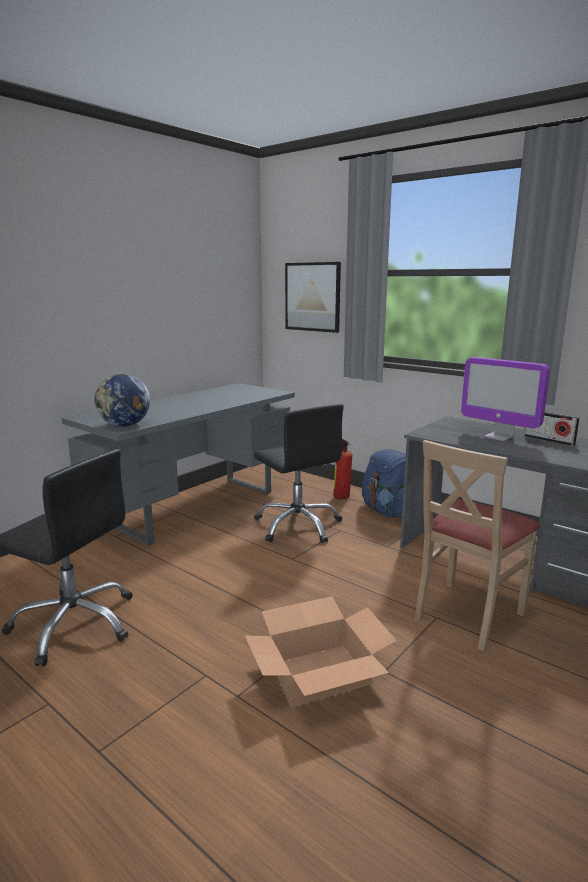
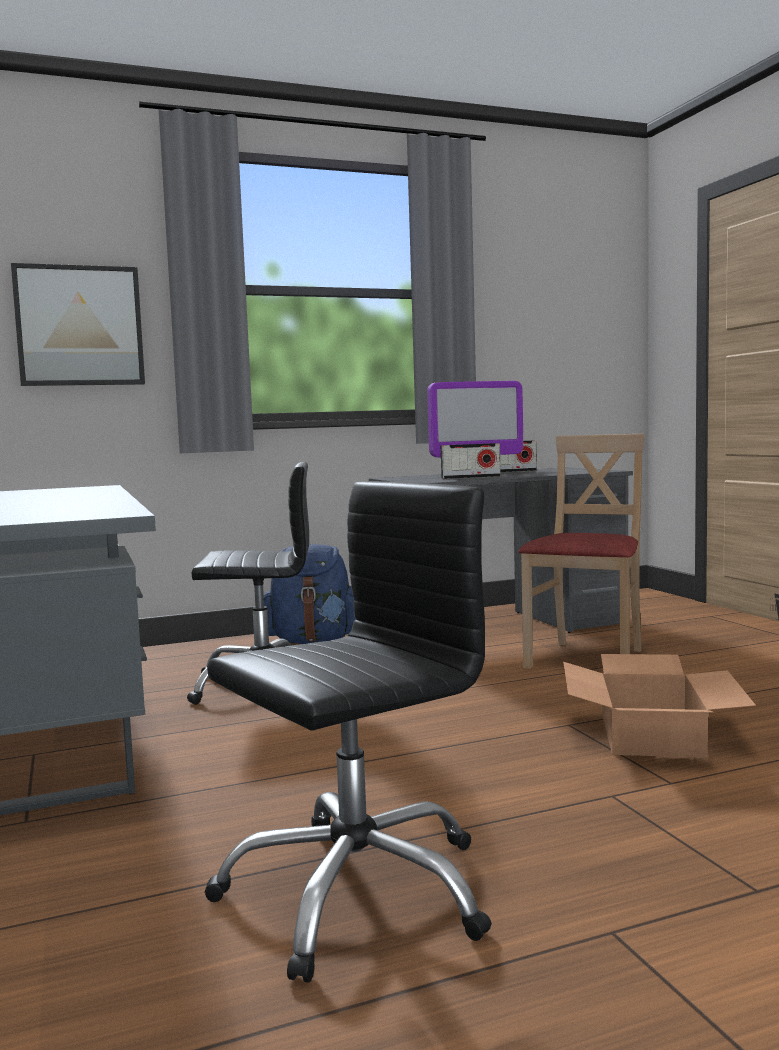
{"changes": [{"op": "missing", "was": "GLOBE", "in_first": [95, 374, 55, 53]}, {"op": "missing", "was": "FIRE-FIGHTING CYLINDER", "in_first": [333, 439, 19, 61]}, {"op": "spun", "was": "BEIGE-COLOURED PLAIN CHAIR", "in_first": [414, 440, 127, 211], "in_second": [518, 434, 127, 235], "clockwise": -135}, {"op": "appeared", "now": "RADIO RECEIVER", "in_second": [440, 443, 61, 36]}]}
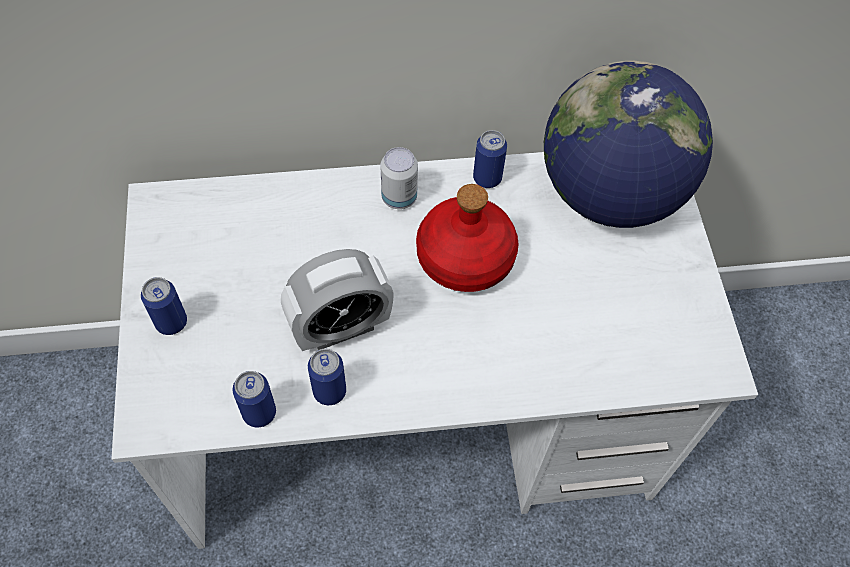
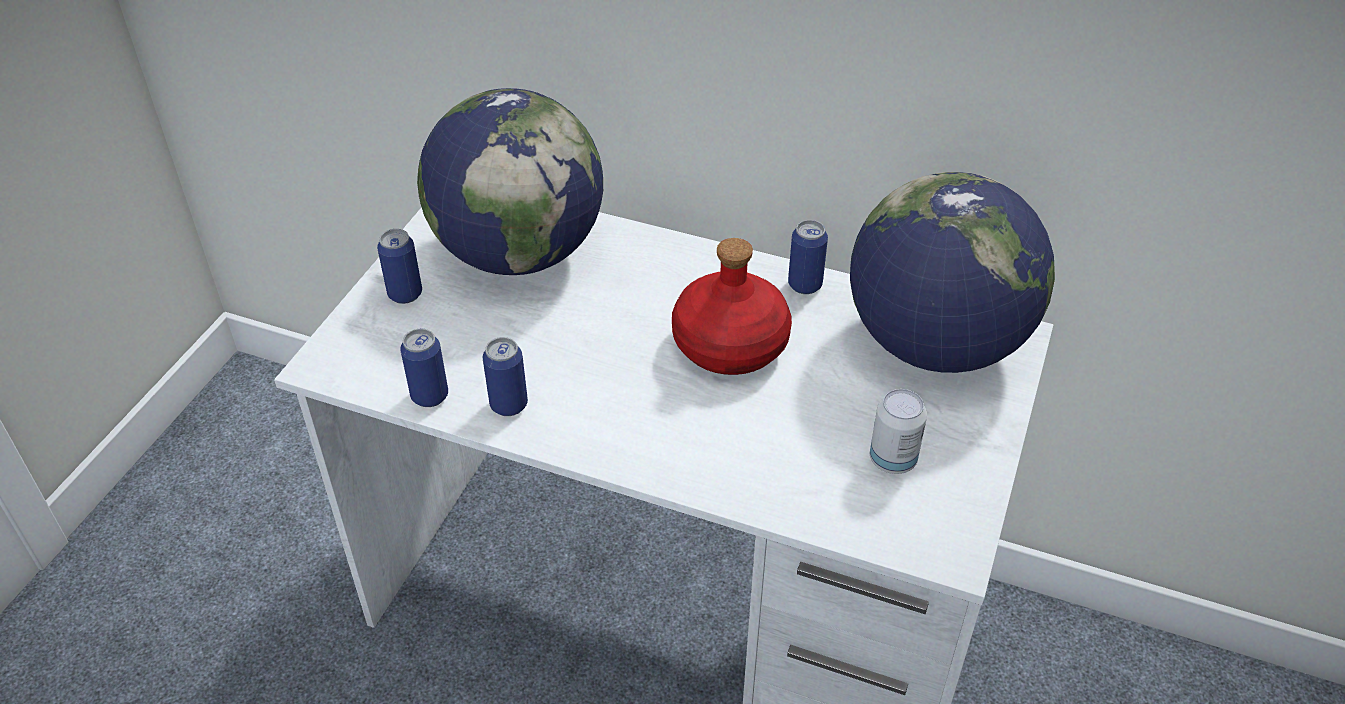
{"changes": [{"op": "relocated", "was": "SEALED CAN", "in_first": [380, 147, 38, 62], "in_second": [870, 389, 57, 85]}, {"op": "missing", "was": "ALARM CLOCK", "in_first": [281, 249, 113, 102]}, {"op": "appeared", "now": "GLOBE", "in_second": [417, 88, 186, 187]}]}
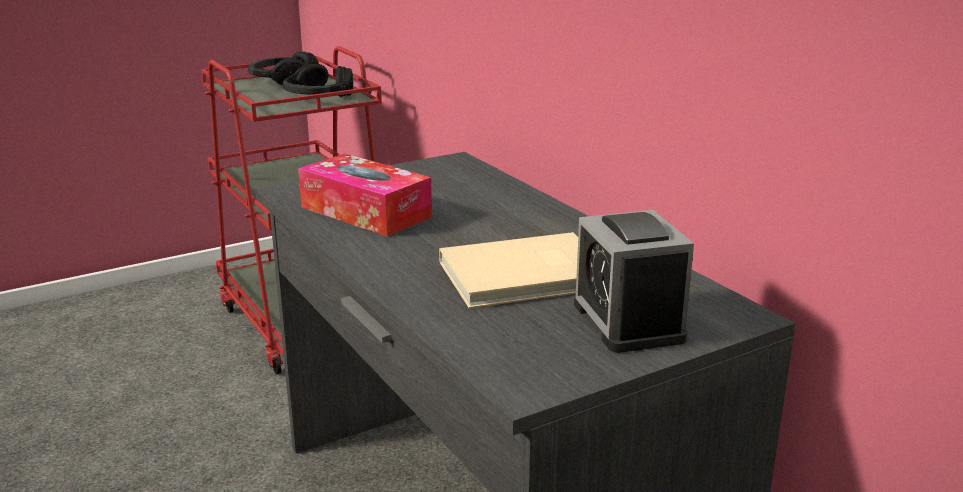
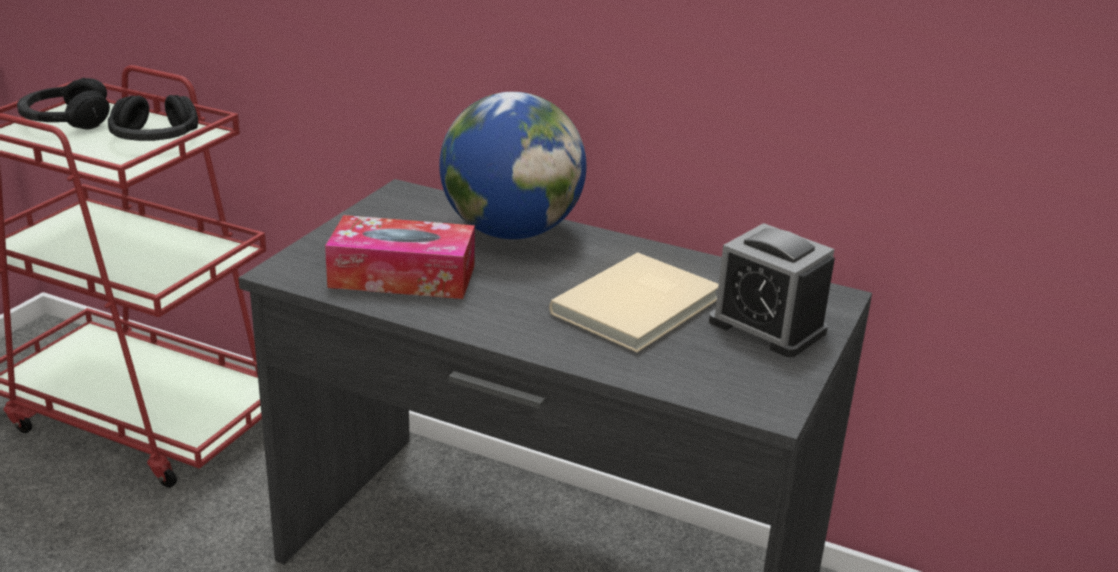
{"changes": [{"op": "appeared", "now": "GLOBE", "in_second": [439, 92, 147, 147]}]}
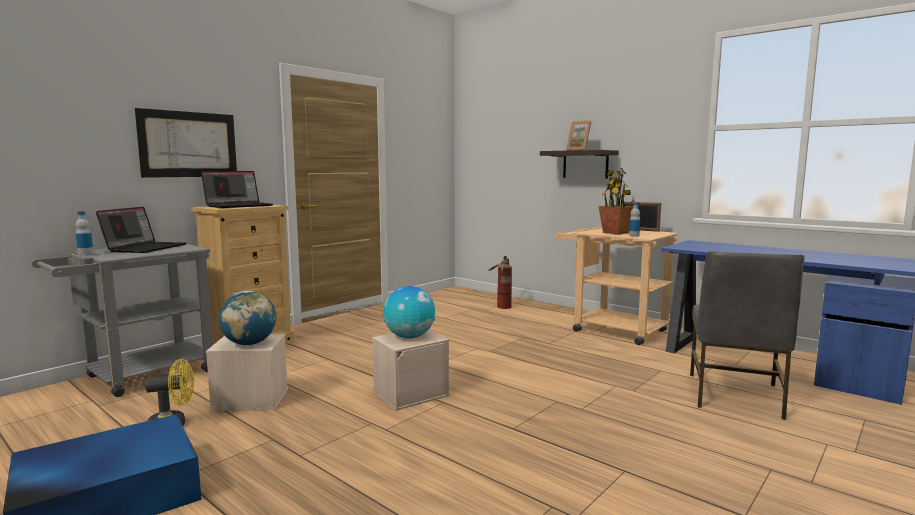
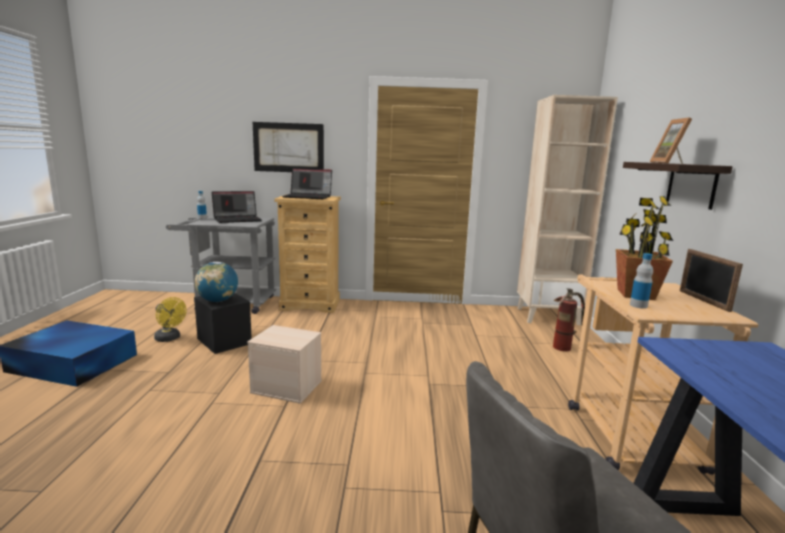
{"changes": [{"op": "missing", "was": "GLOBE", "in_first": [383, 286, 52, 52]}, {"op": "colour", "was": "BEIGE-COLOURED STORAGE BIN", "now": "BLACK STORAGE BIN", "in_first": [206, 334, 82, 77], "in_second": [194, 293, 58, 61]}, {"op": "appeared", "now": "BEIGE-COLOURED BOOKCASE", "in_second": [517, 95, 101, 230]}]}
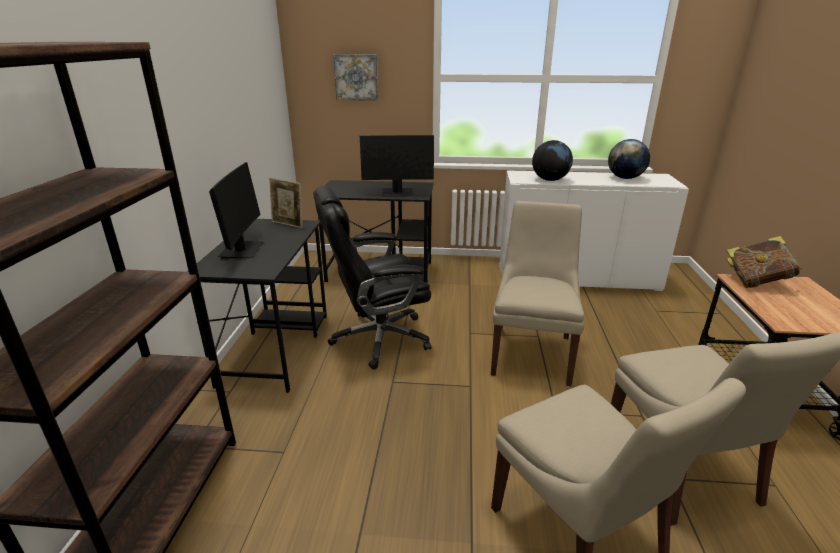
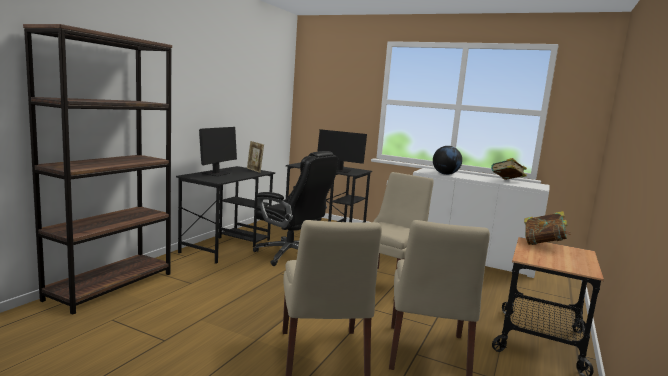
{"changes": [{"op": "missing", "was": "WALL PICTURE", "in_first": [333, 54, 45, 47]}, {"op": "exchanged", "was": "GLOBE", "now": "BOUND BOOK", "in_first": [608, 139, 42, 40], "in_second": [491, 158, 36, 22]}, {"op": "spun", "was": "BLACK COMPUTER CHAIR", "in_first": [313, 186, 118, 184], "in_second": [253, 151, 85, 115], "clockwise": -150}]}
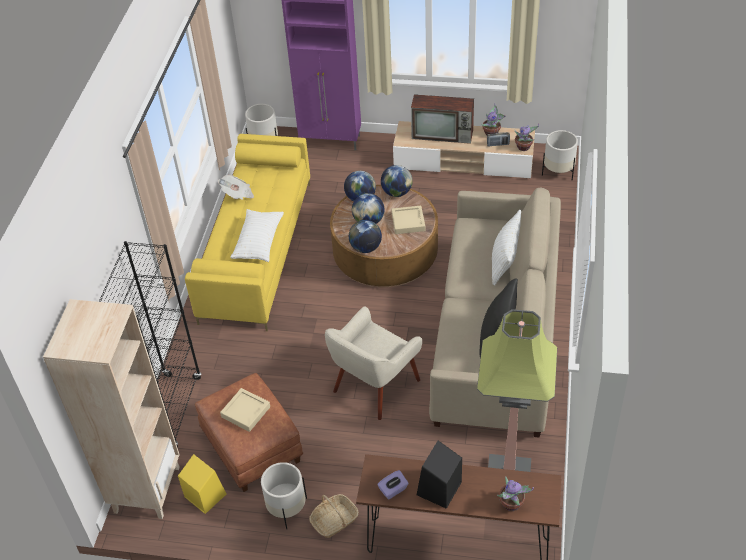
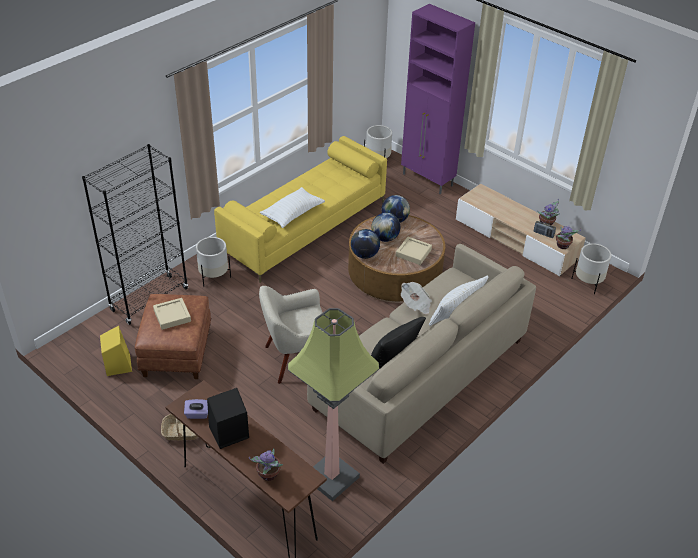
{"changes": [{"op": "missing", "was": "TV", "in_first": [411, 94, 63, 50]}, {"op": "missing", "was": "GLOBE", "in_first": [381, 165, 32, 32]}, {"op": "relocated", "was": "PRINTED PAPER", "in_first": [218, 175, 36, 25], "in_second": [401, 282, 31, 33]}, {"op": "missing", "was": "BEIGE-COLOURED BOOKCASE", "in_first": [43, 299, 137, 220]}, {"op": "relocated", "was": "WHITE PLANTER", "in_first": [261, 462, 46, 67], "in_second": [196, 237, 35, 49]}]}
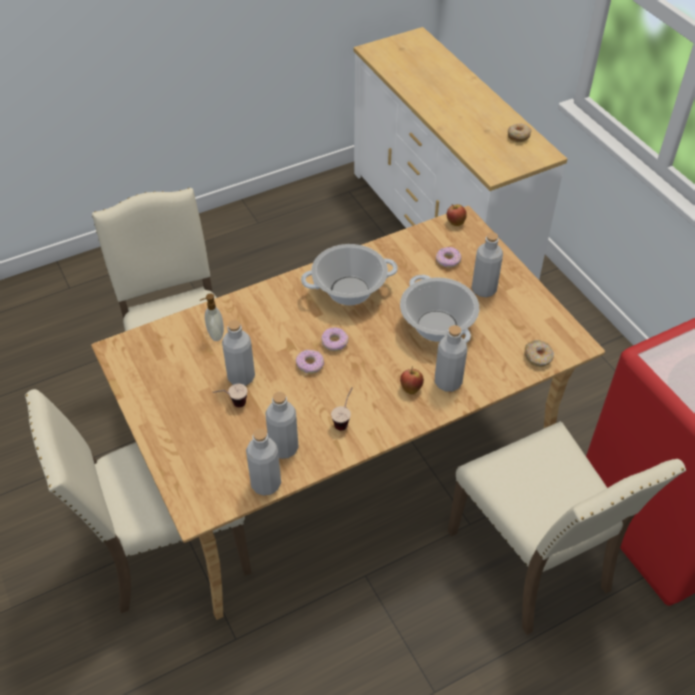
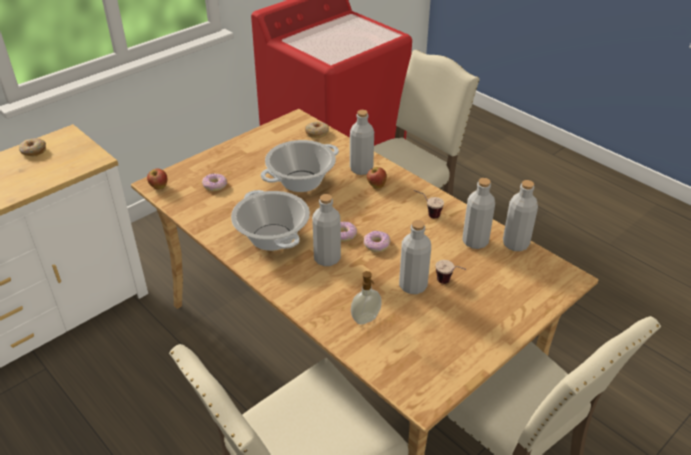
{"changes": [{"op": "relocated", "was": "GRAY BOTTLE", "in_first": [472, 232, 31, 65], "in_second": [312, 194, 29, 72]}]}
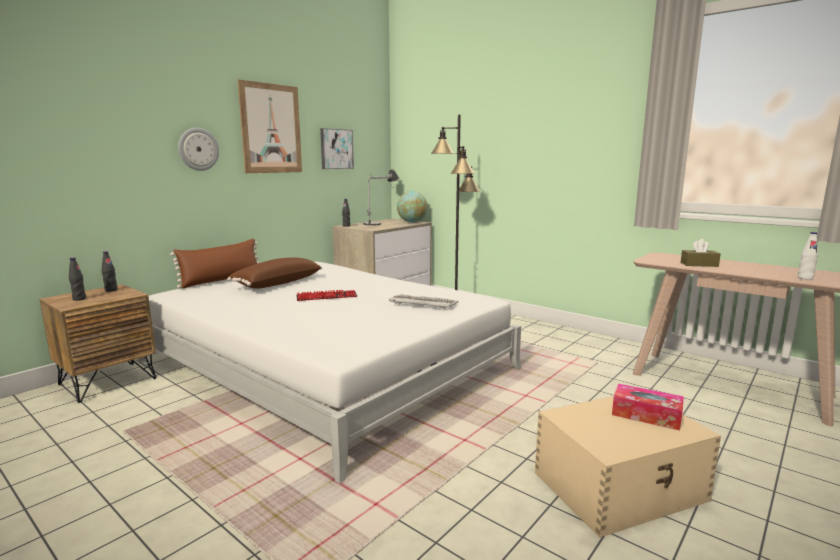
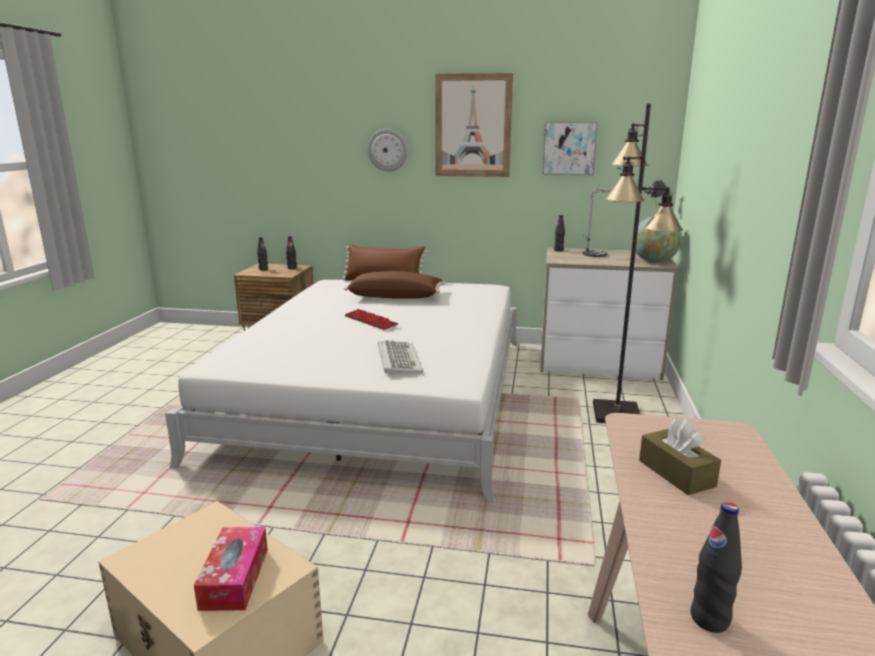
{"changes": [{"op": "colour", "was": "WHITE BOTTLE", "now": "BLACK BOTTLE", "in_first": [798, 232, 20, 48], "in_second": [690, 502, 52, 131]}]}
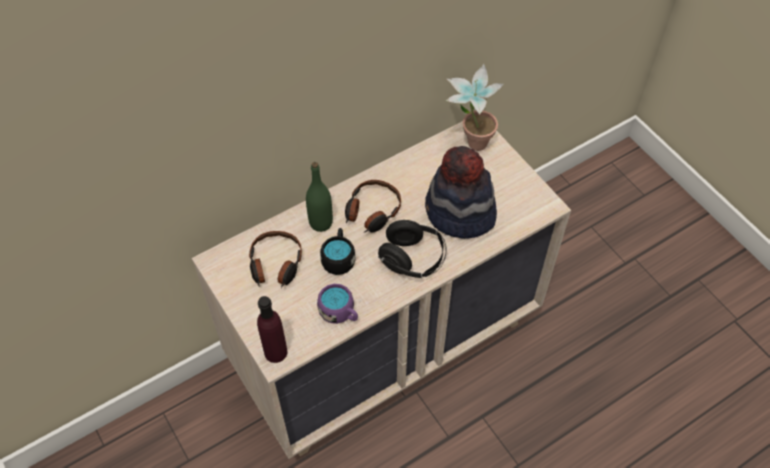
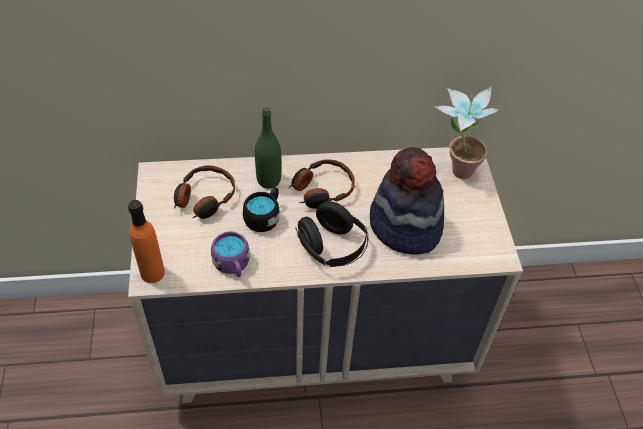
{"changes": [{"op": "colour", "was": "PURPLISH BOTTLE", "now": "ORANGEY BOTTLE", "in_first": [257, 296, 31, 67], "in_second": [128, 200, 37, 83]}]}
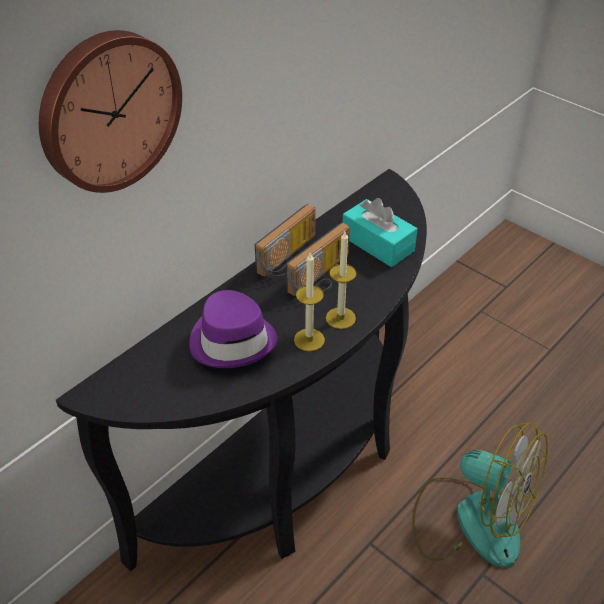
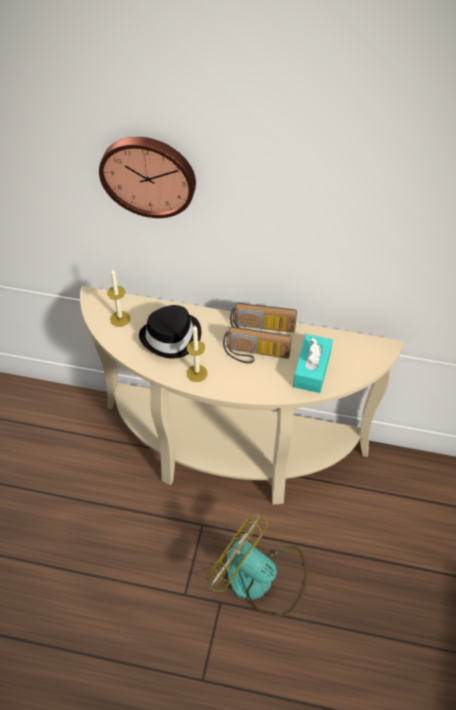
{"changes": [{"op": "colour", "was": "BLACK NARROW TABLE", "now": "BEIGE-COLOURED NARROW TABLE", "in_first": [56, 169, 371, 402], "in_second": [80, 286, 324, 219]}, {"op": "relocated", "was": "CANDLE", "in_first": [326, 231, 30, 98], "in_second": [107, 269, 23, 58]}, {"op": "colour", "was": "PURPLISH CLOTHING HAT", "now": "BLACK CLOTHING HAT", "in_first": [189, 290, 89, 78], "in_second": [139, 305, 62, 53]}, {"op": "spun", "was": "ELECTRIC FAN", "in_first": [412, 423, 136, 145], "in_second": [206, 512, 101, 104], "clockwise": 120}]}
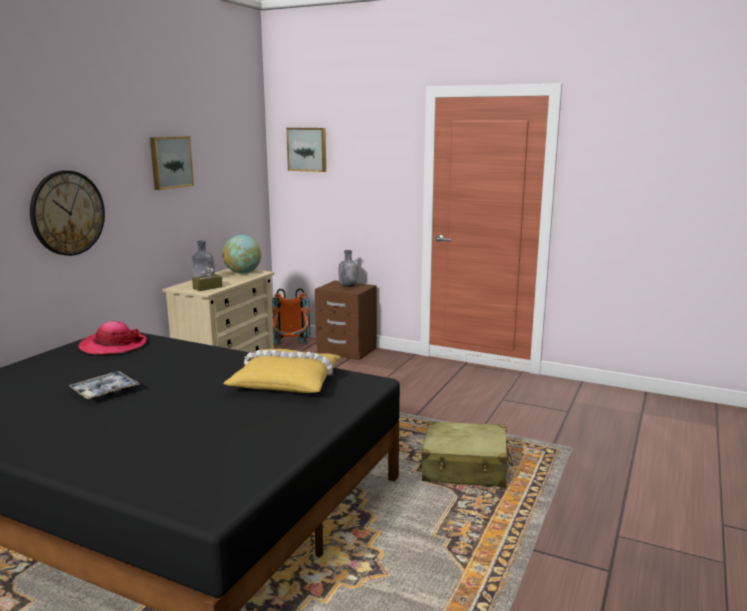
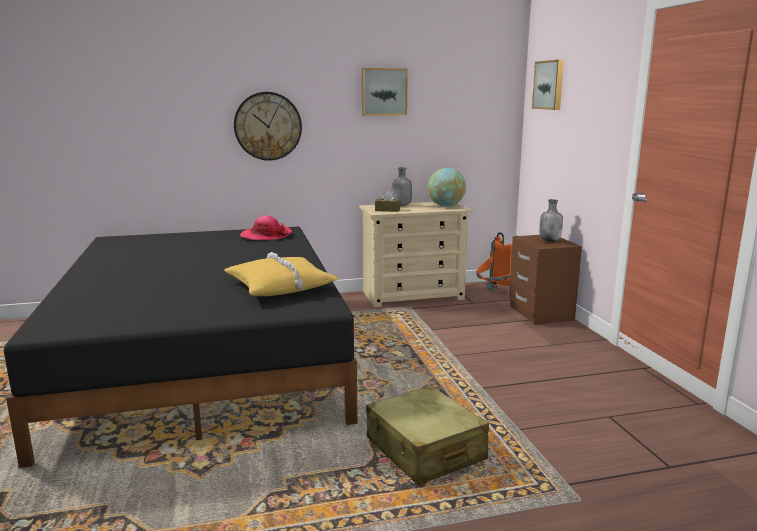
{"changes": [{"op": "missing", "was": "TRAY", "in_first": [69, 371, 71, 29]}]}
